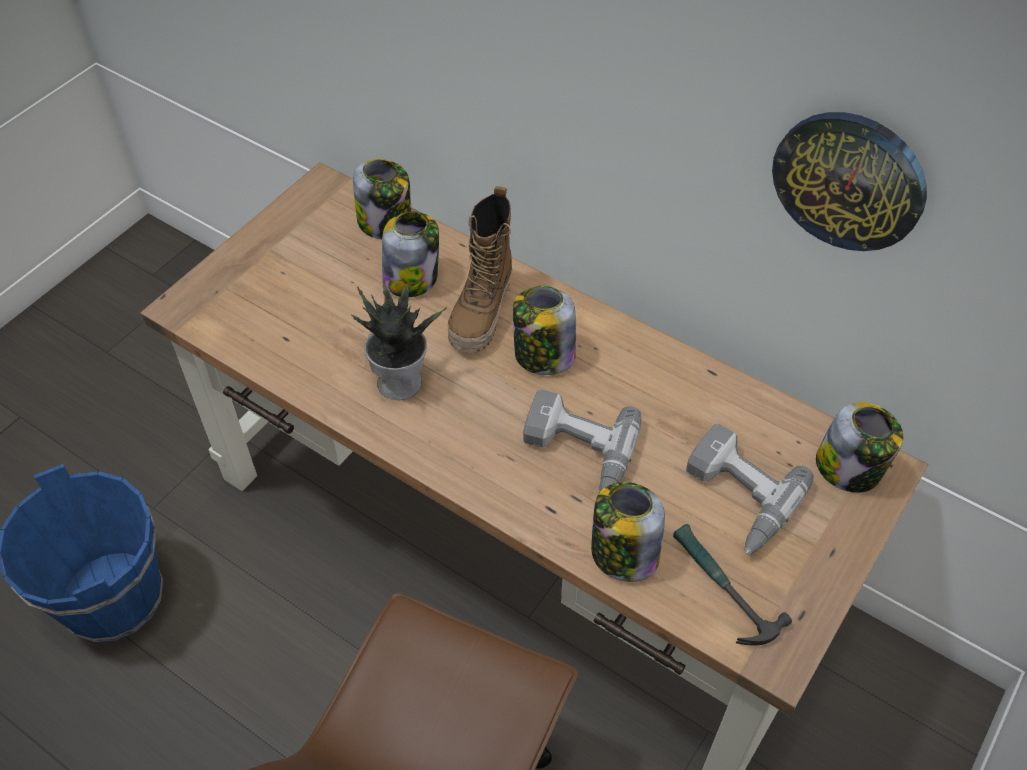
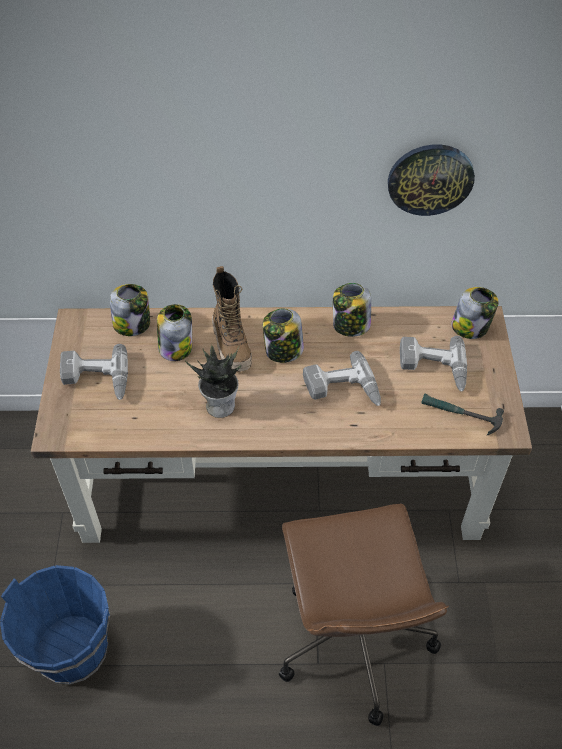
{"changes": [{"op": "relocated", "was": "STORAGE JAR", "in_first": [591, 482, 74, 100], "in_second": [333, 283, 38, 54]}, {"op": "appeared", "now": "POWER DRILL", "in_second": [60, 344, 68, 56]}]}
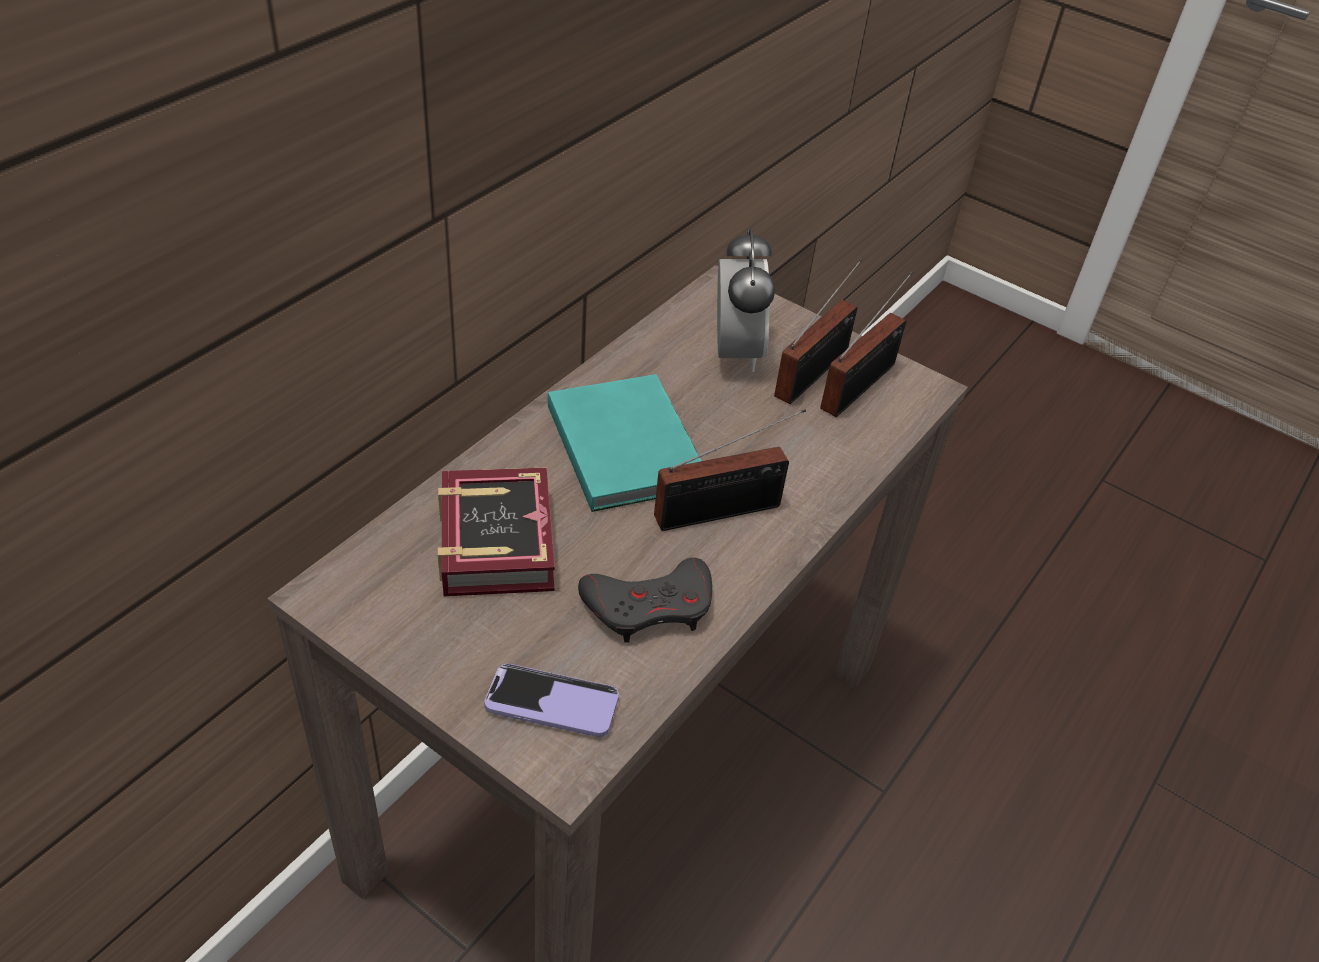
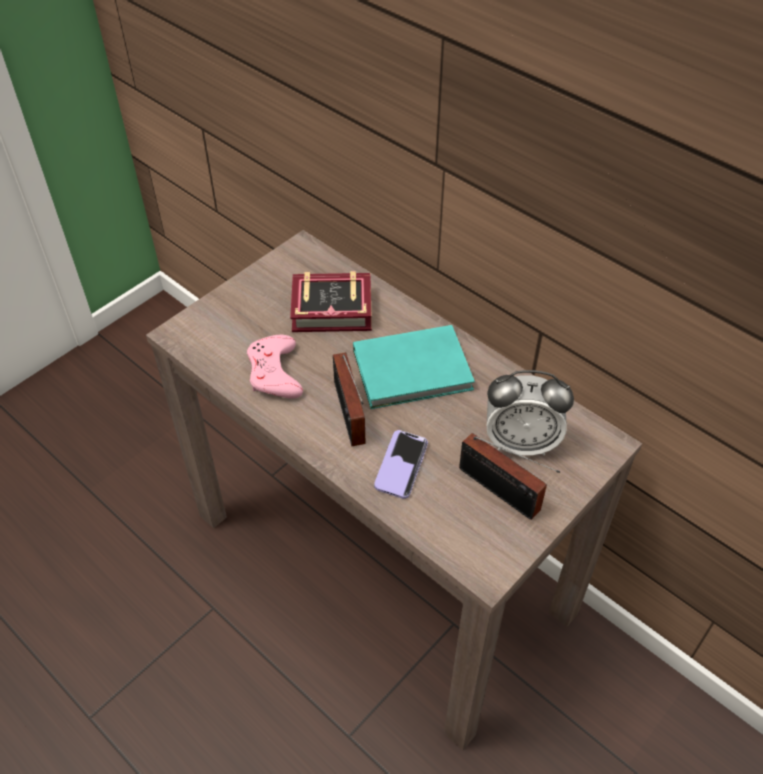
{"changes": [{"op": "missing", "was": "RADIO RECEIVER", "in_first": [820, 271, 93, 146]}, {"op": "colour", "was": "GRAY JOYPAD", "now": "PINK-COLOURED JOYPAD", "in_first": [578, 558, 134, 84], "in_second": [247, 335, 56, 64]}, {"op": "relocated", "was": "PHONE", "in_first": [485, 664, 134, 73], "in_second": [374, 430, 54, 69]}]}
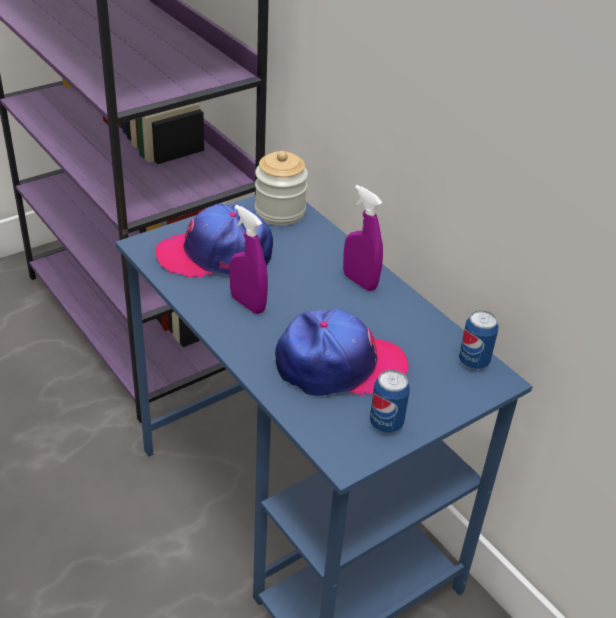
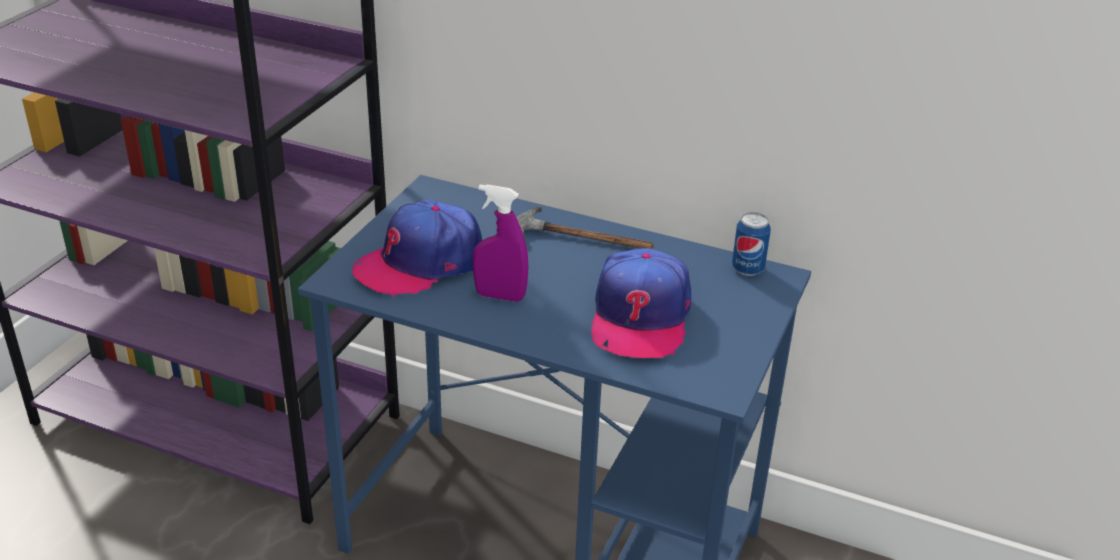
{"changes": [{"op": "missing", "was": "STORAGE JAR", "in_first": [255, 151, 53, 75]}, {"op": "exchanged", "was": "PURPLISH HAND SPRAYER", "now": "HAMMER", "in_first": [343, 185, 40, 106], "in_second": [517, 207, 137, 42]}, {"op": "spun", "was": "PEAKED CAP", "in_first": [275, 309, 133, 87], "in_second": [591, 248, 100, 110], "clockwise": 135}, {"op": "missing", "was": "SEALED CAN", "in_first": [370, 370, 40, 63]}]}
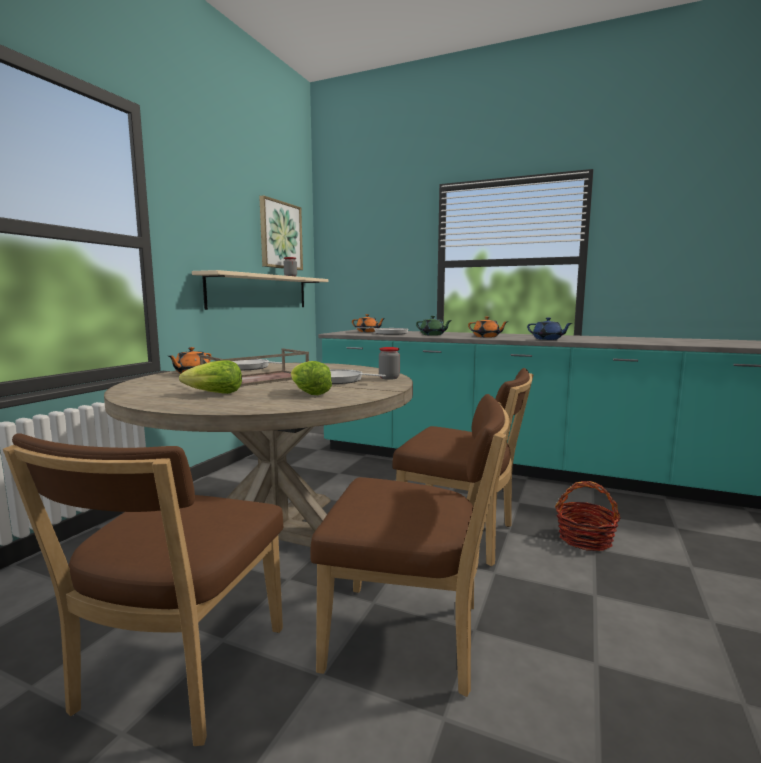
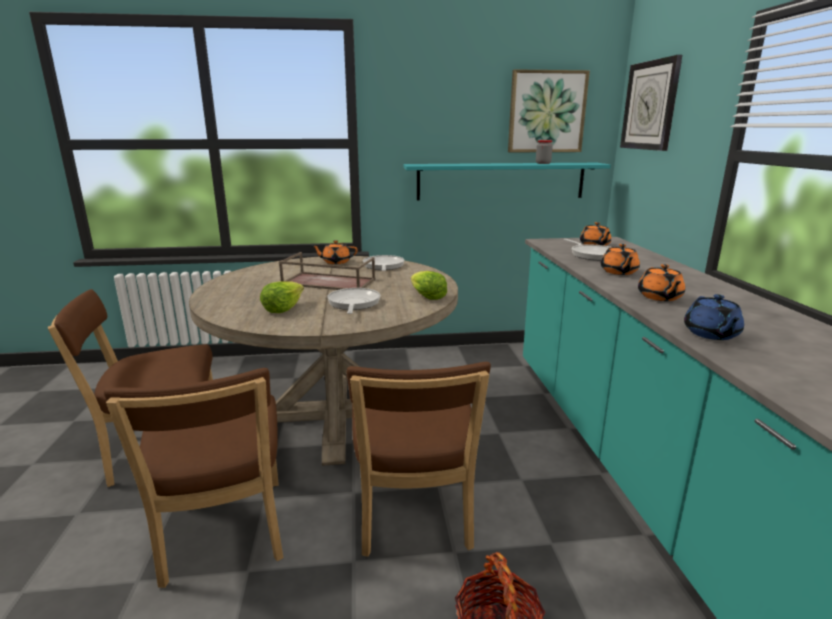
{"changes": [{"op": "colour", "was": "BEIGE-COLOURED BRACKET SHELF", "now": "BLUE-GREEN BRACKET SHELF", "in_first": [192, 270, 137, 40], "in_second": [404, 163, 207, 37]}, {"op": "colour", "was": "GREENISH TEA POT", "now": "ORANGEY TEA POT", "in_first": [416, 316, 36, 20], "in_second": [601, 244, 39, 31]}, {"op": "missing", "was": "STORAGE JAR", "in_first": [379, 347, 21, 33]}, {"op": "relocated", "was": "LETTUCE HEAD", "in_first": [179, 360, 63, 34], "in_second": [411, 271, 36, 29]}, {"op": "appeared", "now": "WALL CLOCK", "in_second": [620, 55, 62, 96]}]}
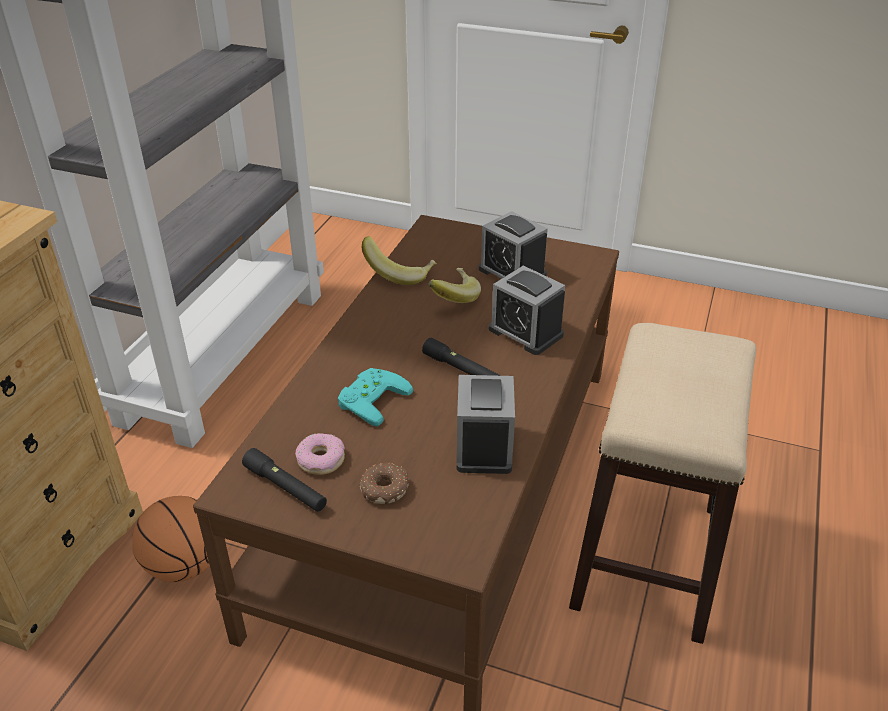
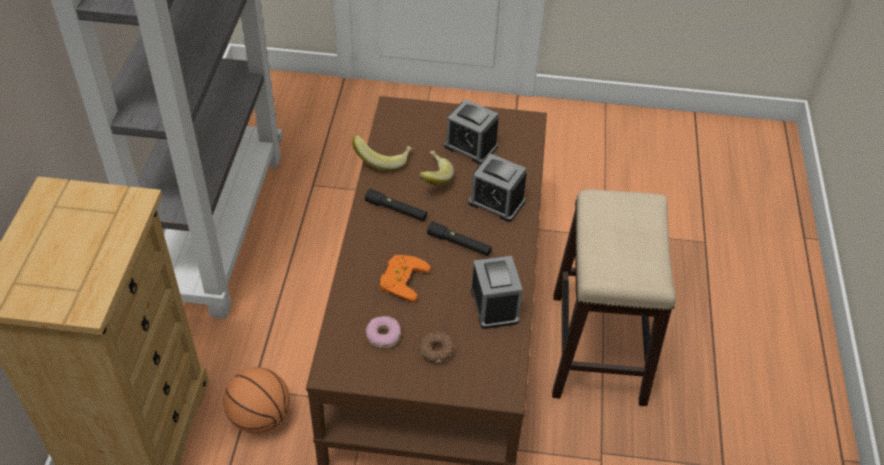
{"changes": [{"op": "colour", "was": "BLUE-GREEN JOYPAD", "now": "ORANGEY JOYPAD", "in_first": [338, 368, 75, 59], "in_second": [380, 255, 51, 47]}, {"op": "relocated", "was": "BLACK HAND TORCH", "in_first": [242, 448, 85, 64], "in_second": [365, 189, 62, 32]}]}
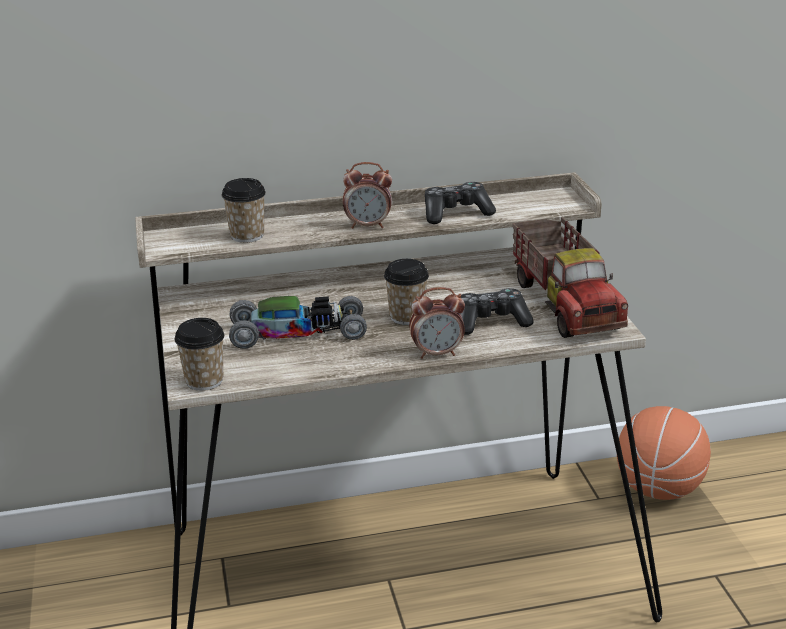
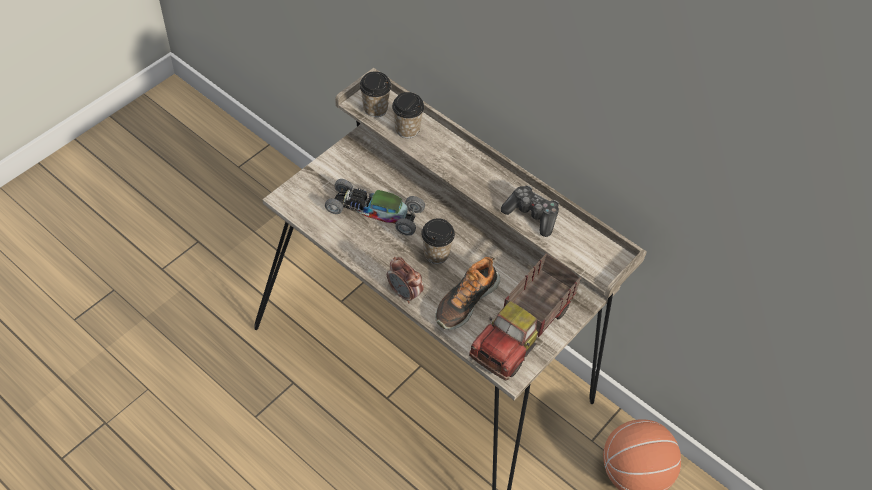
{"changes": [{"op": "missing", "was": "ALARM CLOCK", "in_first": [343, 162, 49, 67]}, {"op": "exchanged", "was": "JOYPAD", "now": "SHOE", "in_first": [460, 288, 74, 47], "in_second": [436, 257, 64, 73]}, {"op": "spun", "was": "MODEL CAR", "in_first": [229, 296, 138, 53], "in_second": [325, 179, 100, 57], "clockwise": 150}, {"op": "relocated", "was": "DRINKING CUP", "in_first": [175, 318, 49, 73], "in_second": [359, 71, 32, 46]}]}
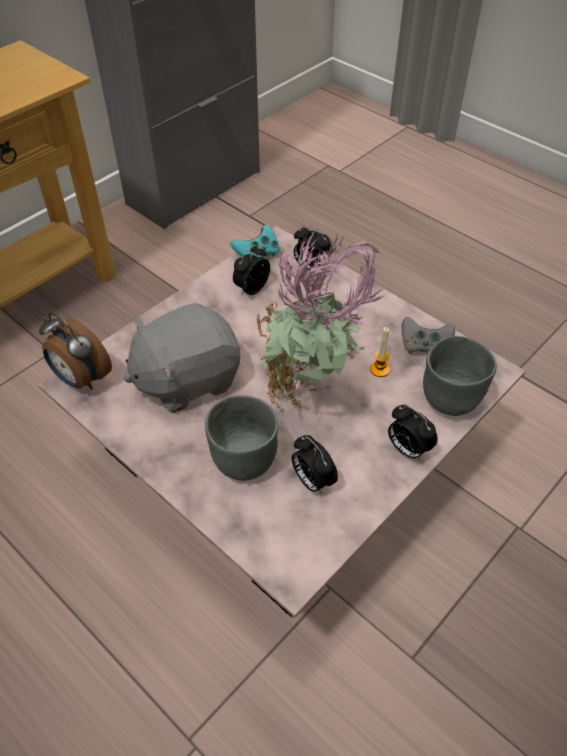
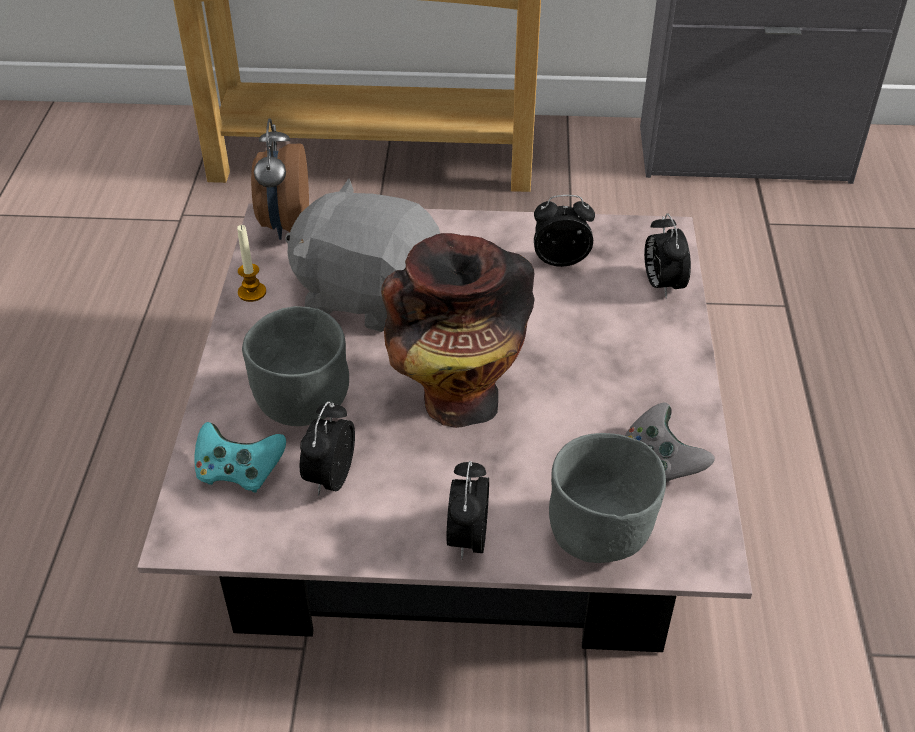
{"changes": [{"op": "relocated", "was": "BLUE-GREEN JOYPAD", "in_first": [230, 225, 50, 32], "in_second": [195, 422, 91, 71]}, {"op": "exchanged", "was": "HOUSEPLANT", "now": "FLOWER VASE", "in_first": [256, 226, 132, 186], "in_second": [381, 233, 154, 195]}, {"op": "relocated", "was": "CANDLE", "in_first": [370, 327, 20, 50], "in_second": [237, 225, 29, 77]}]}
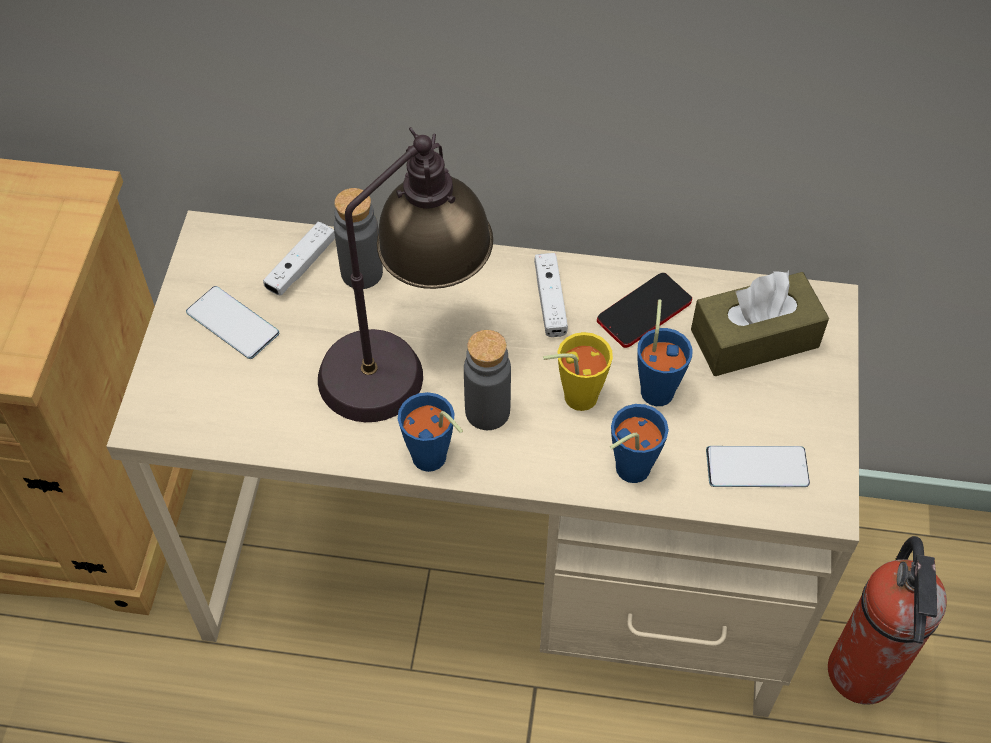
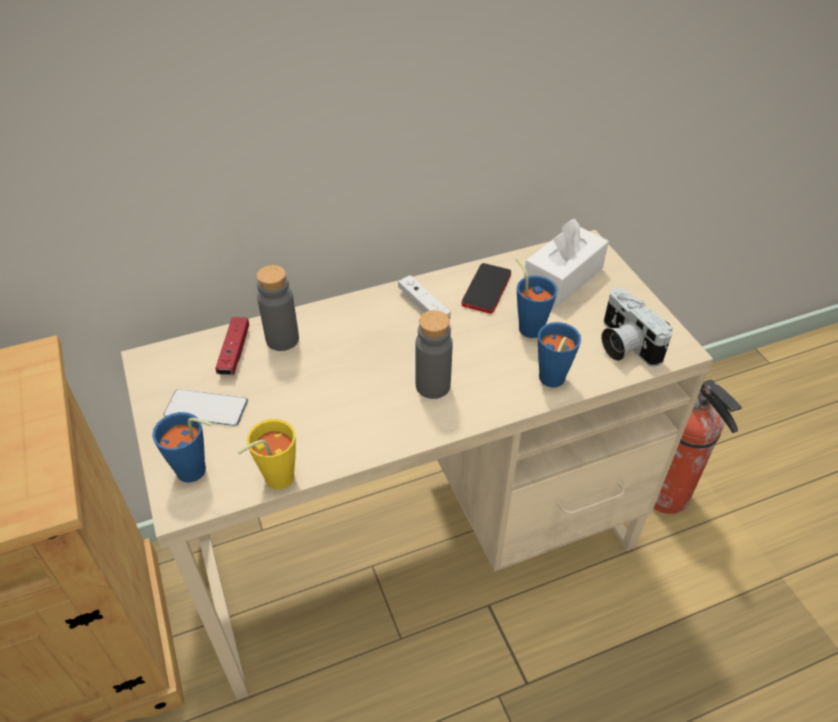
{"changes": [{"op": "missing", "was": "LAMP FOR A TABLE", "in_first": [318, 127, 175, 295]}, {"op": "colour", "was": "WHITE JOYPAD", "now": "RED JOYPAD", "in_first": [263, 222, 72, 74], "in_second": [215, 317, 34, 59]}, {"op": "colour", "was": "BROWNISH TISSUE BOX", "now": "WHITE TISSUE BOX", "in_first": [691, 270, 138, 106], "in_second": [524, 219, 85, 88]}, {"op": "relocated", "was": "YELLOWISH DRINKING CUP", "in_first": [543, 332, 70, 79], "in_second": [237, 419, 59, 71]}, {"op": "relocated", "was": "BLUISH DRINKING CUP", "in_first": [398, 392, 65, 80], "in_second": [152, 412, 61, 70]}, {"op": "exchanged", "was": "PHONE", "now": "STILL CAMERA", "in_first": [706, 446, 104, 41], "in_second": [601, 288, 72, 79]}]}
